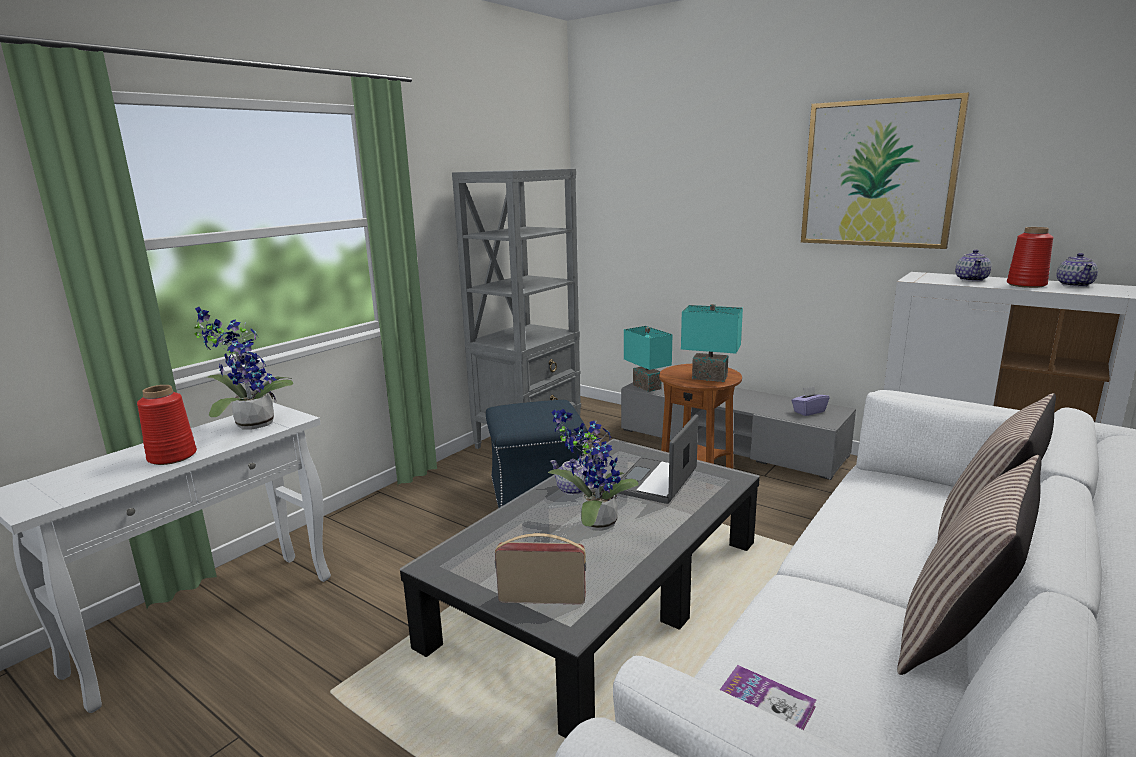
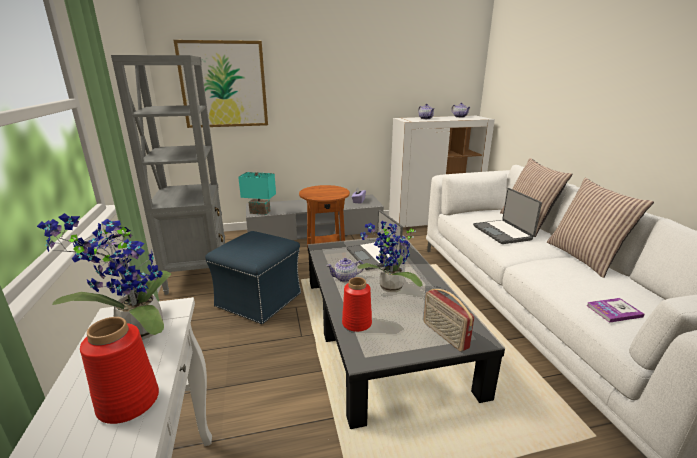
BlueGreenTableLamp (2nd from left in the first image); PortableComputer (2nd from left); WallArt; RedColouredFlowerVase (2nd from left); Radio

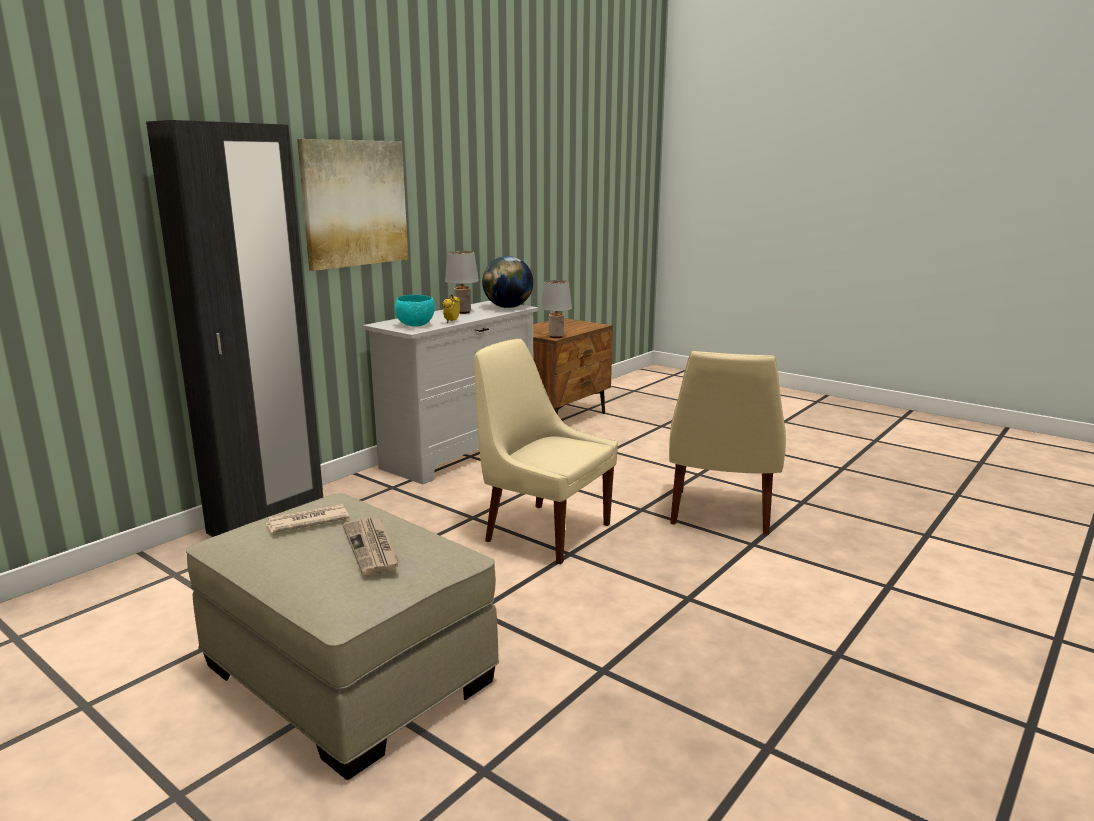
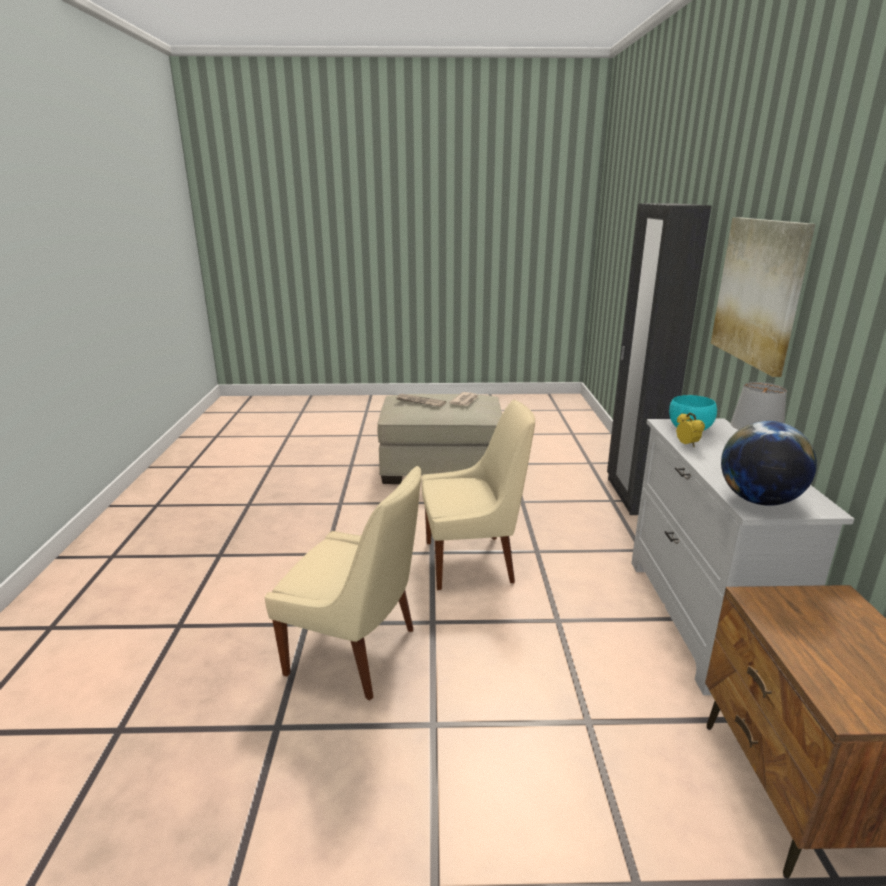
GreyTableLamp (2nd from left in the first image); BeigeChair (1st from left)

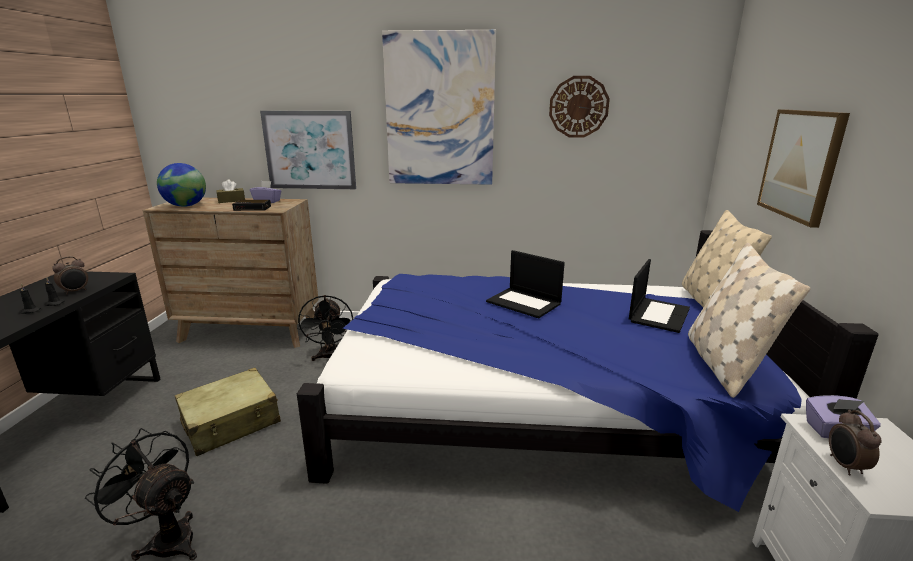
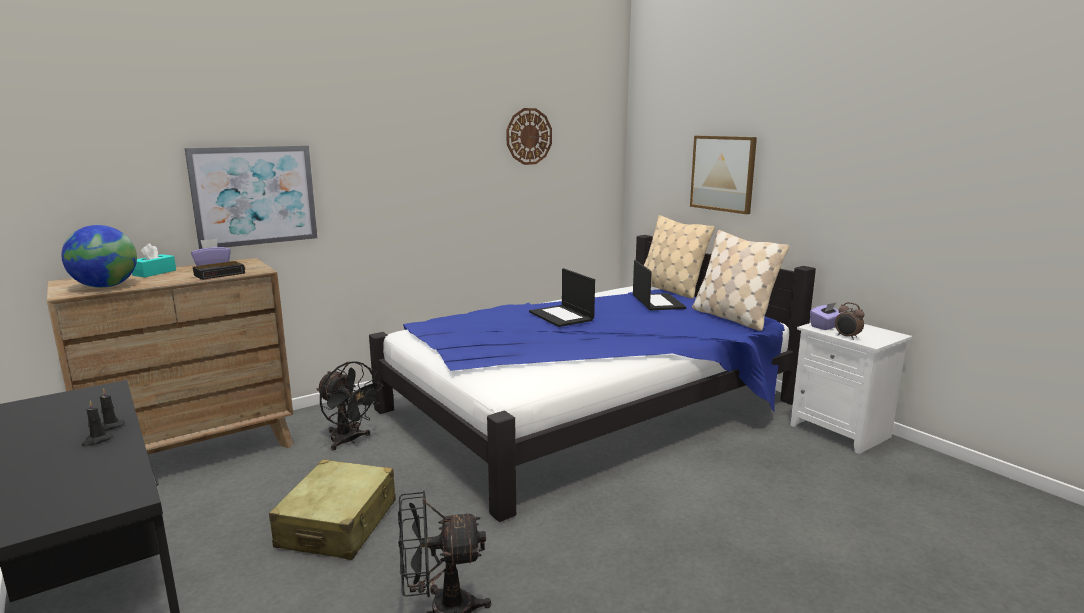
BedsideClock (1st from left in the first image); WallArt (2nd from left in the first image); BlueGreenTissueHolder; PortableComputer (1st from left)

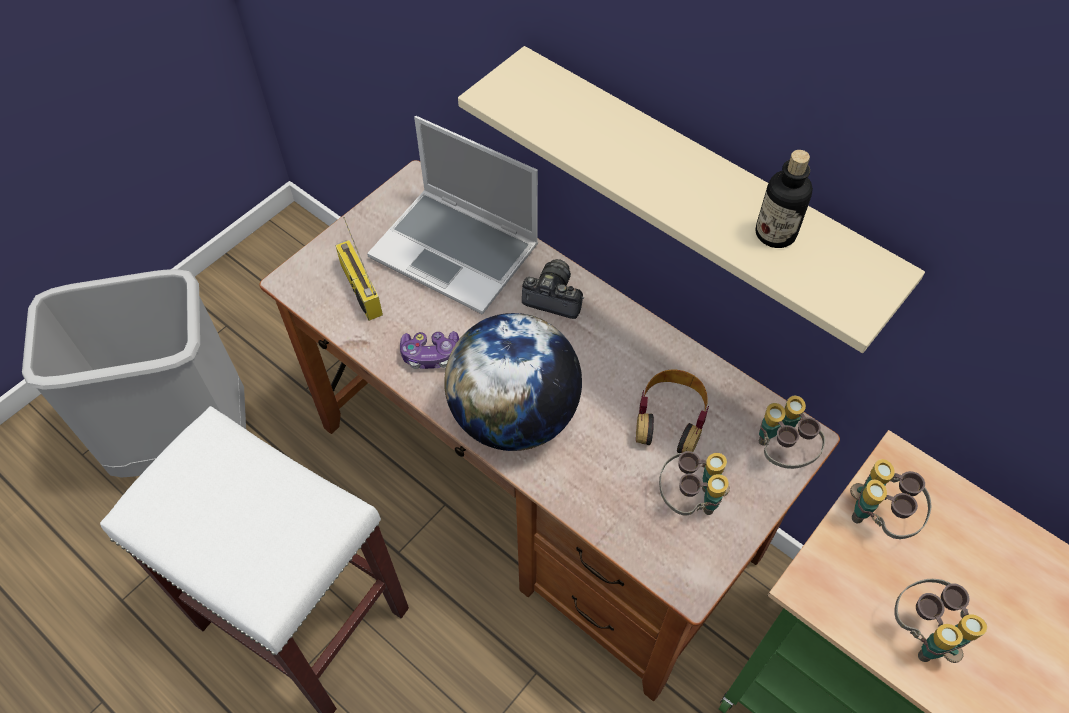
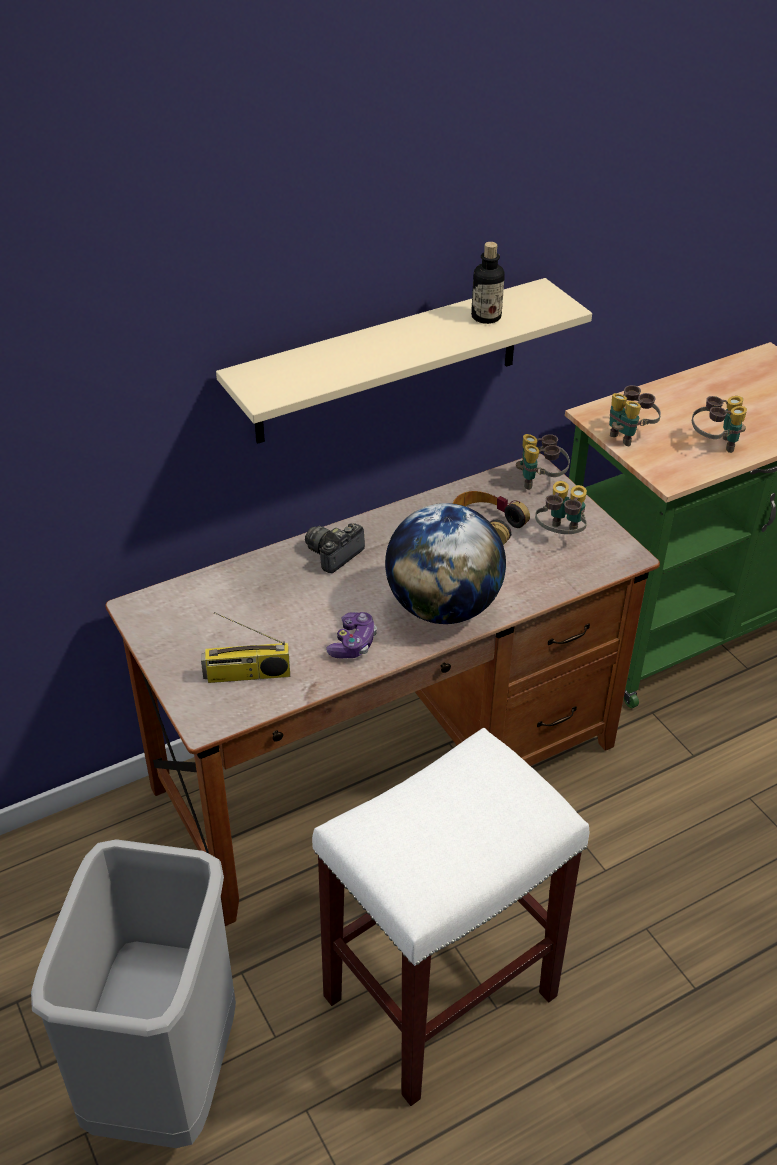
PortableComputer

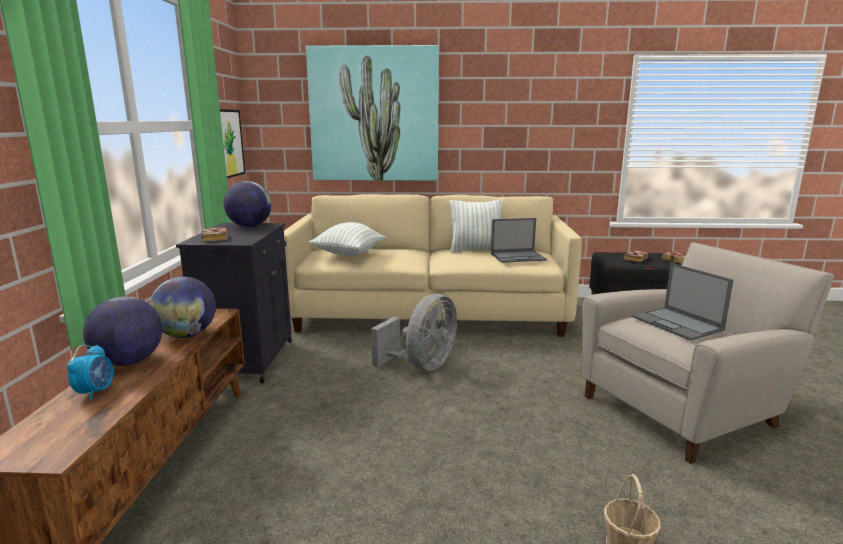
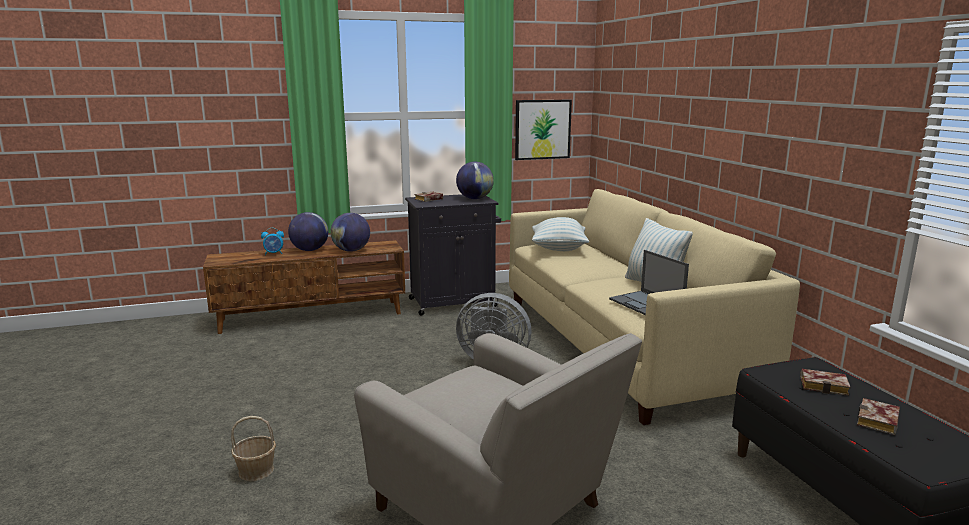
WallArt (2nd from left in the first image); PortableComputer (2nd from left in the first image)

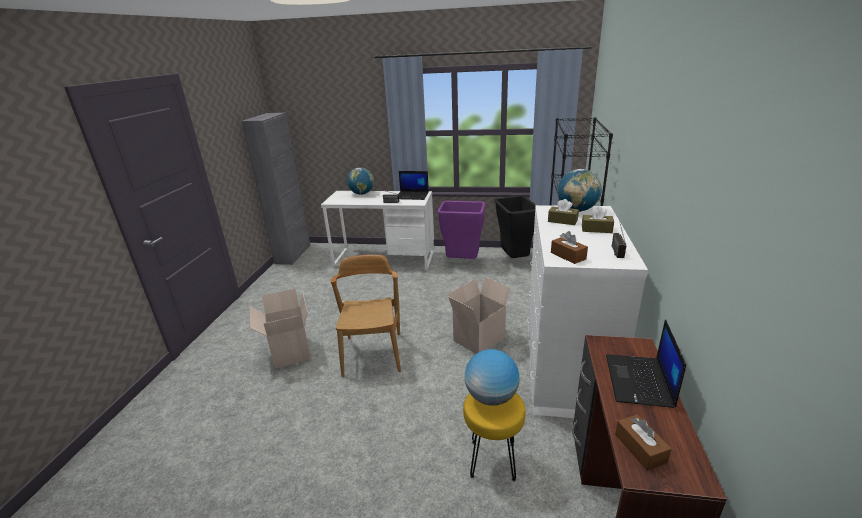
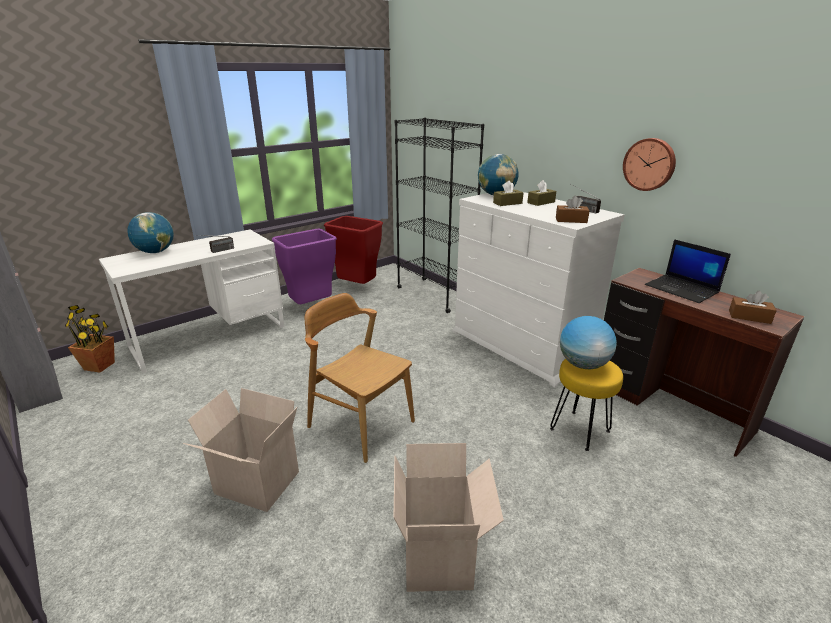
PortableComputer (1st from left in the first image); PottedPlant; ClockOnTheWall; CardboardBox (2nd from left); RedColouredTrashCan

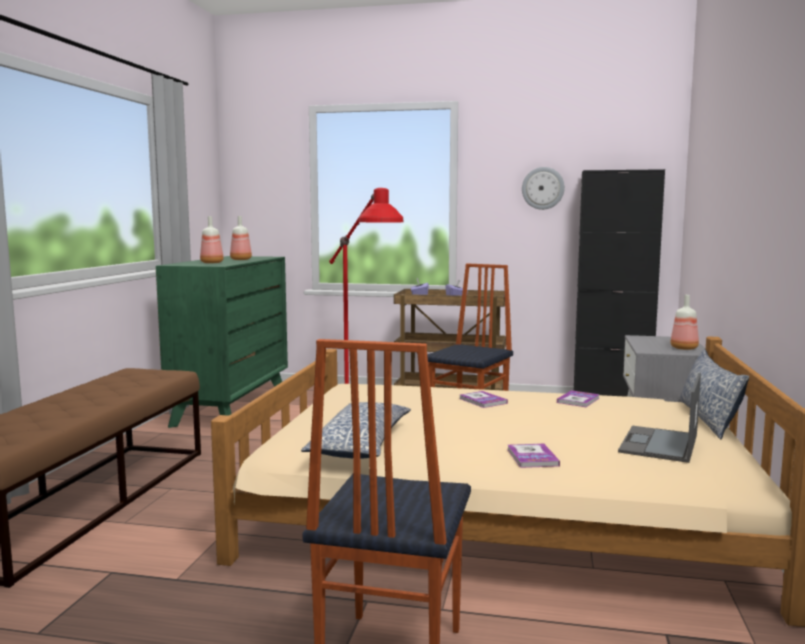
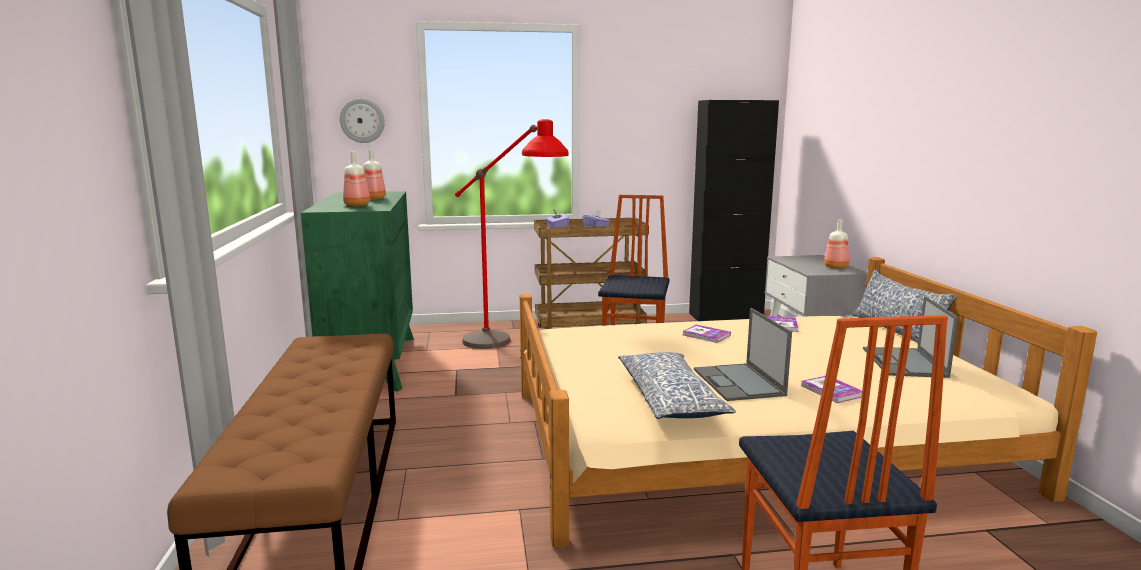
PortableComputer (1st from left); ClockOnTheWall

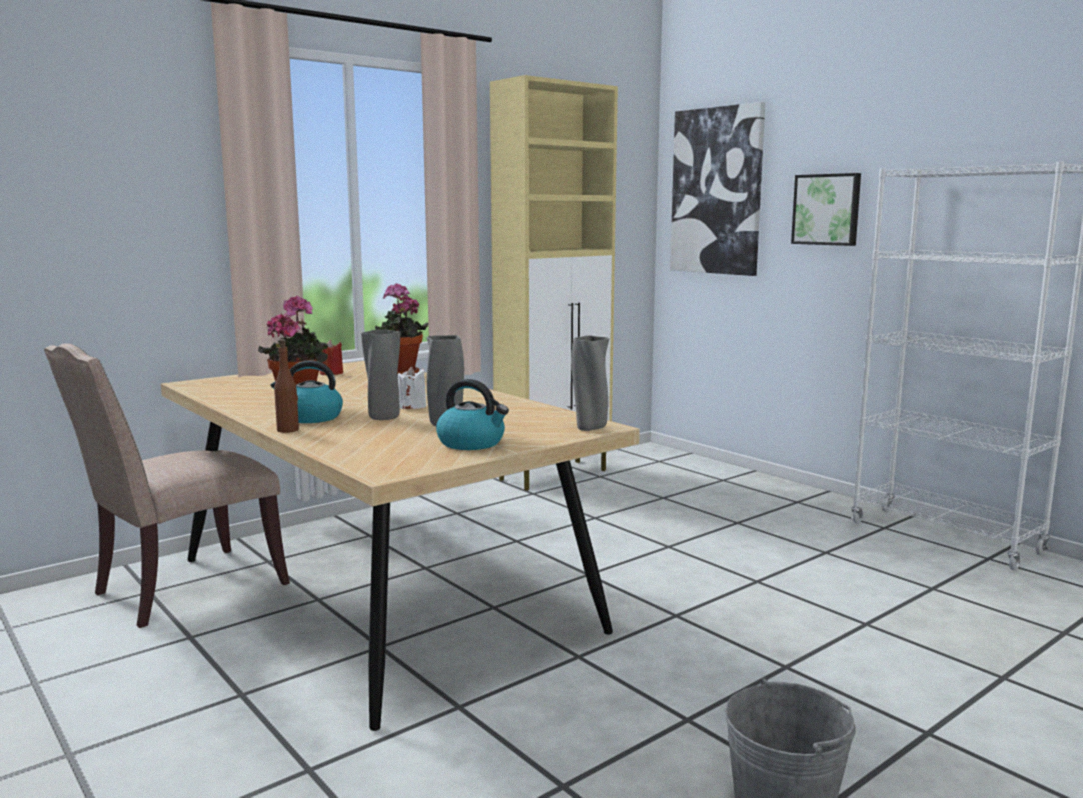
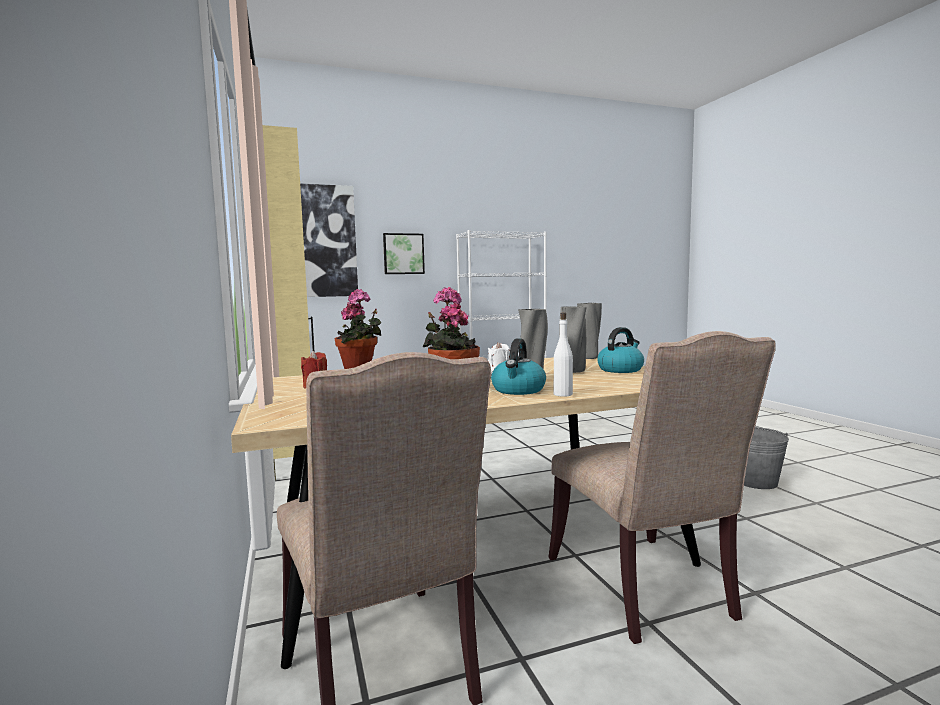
BeigeChair (2nd from left); WhitishBottle

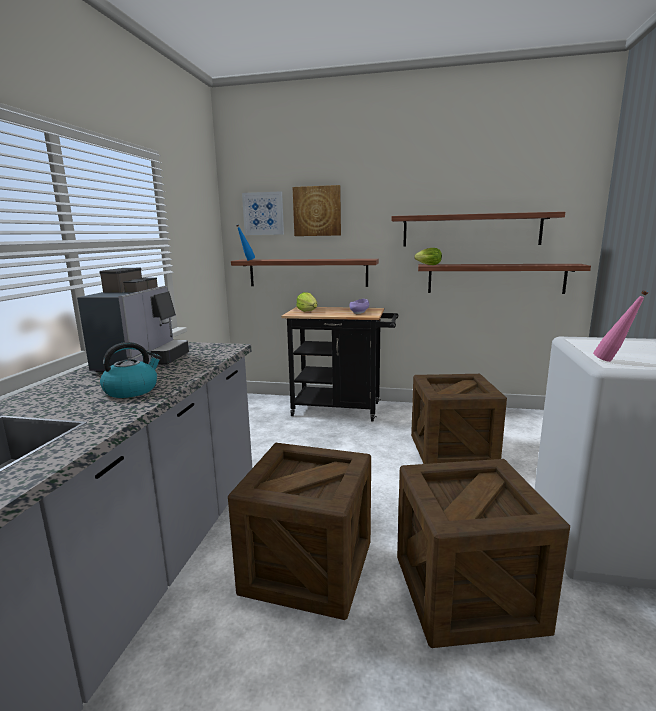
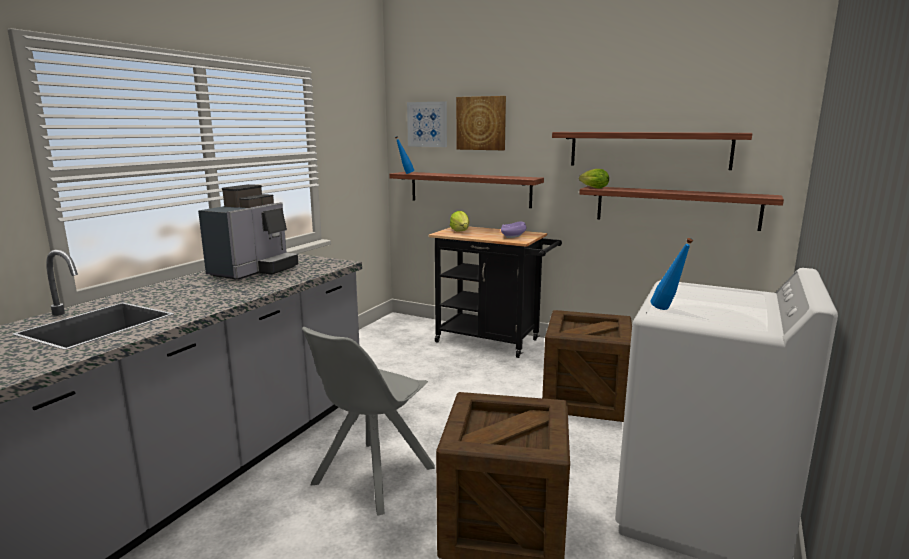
WaterKettle; GreyChair; BlueBottle (2nd from left)

